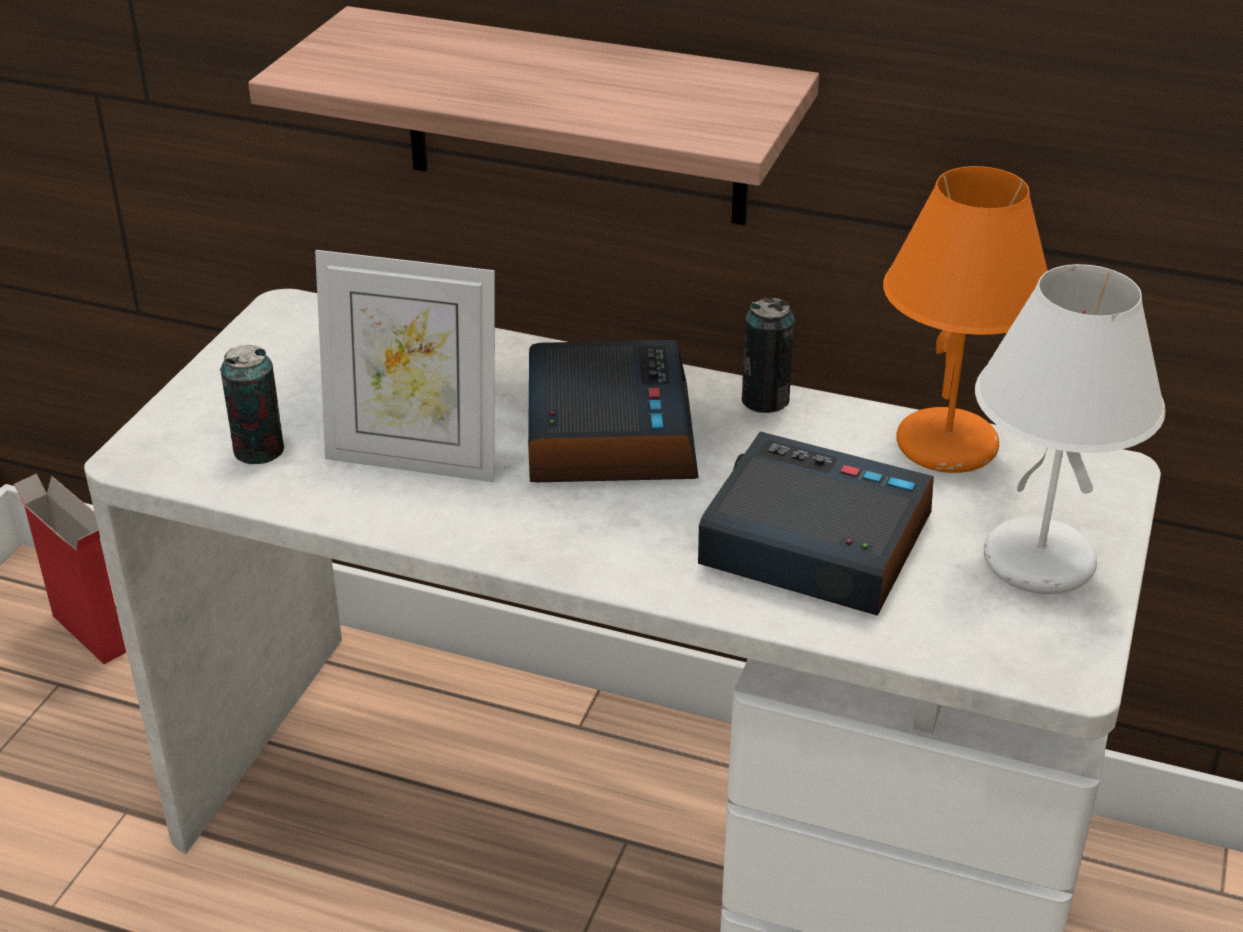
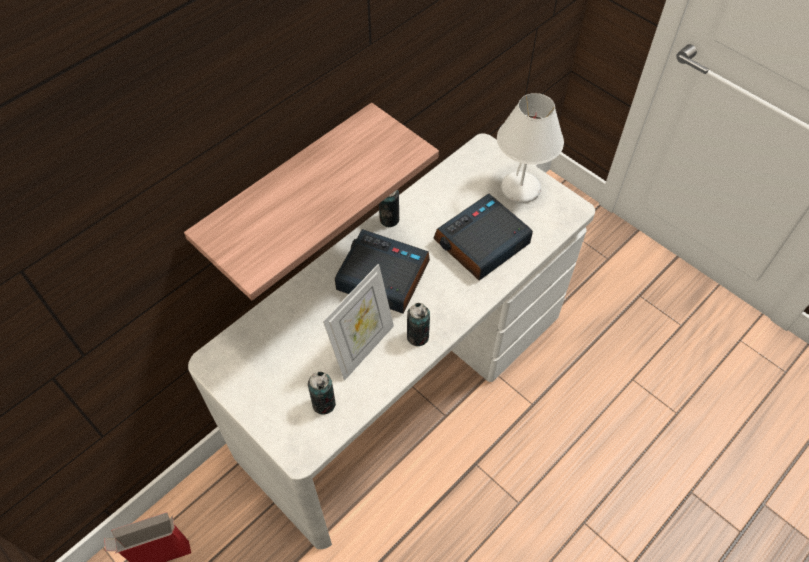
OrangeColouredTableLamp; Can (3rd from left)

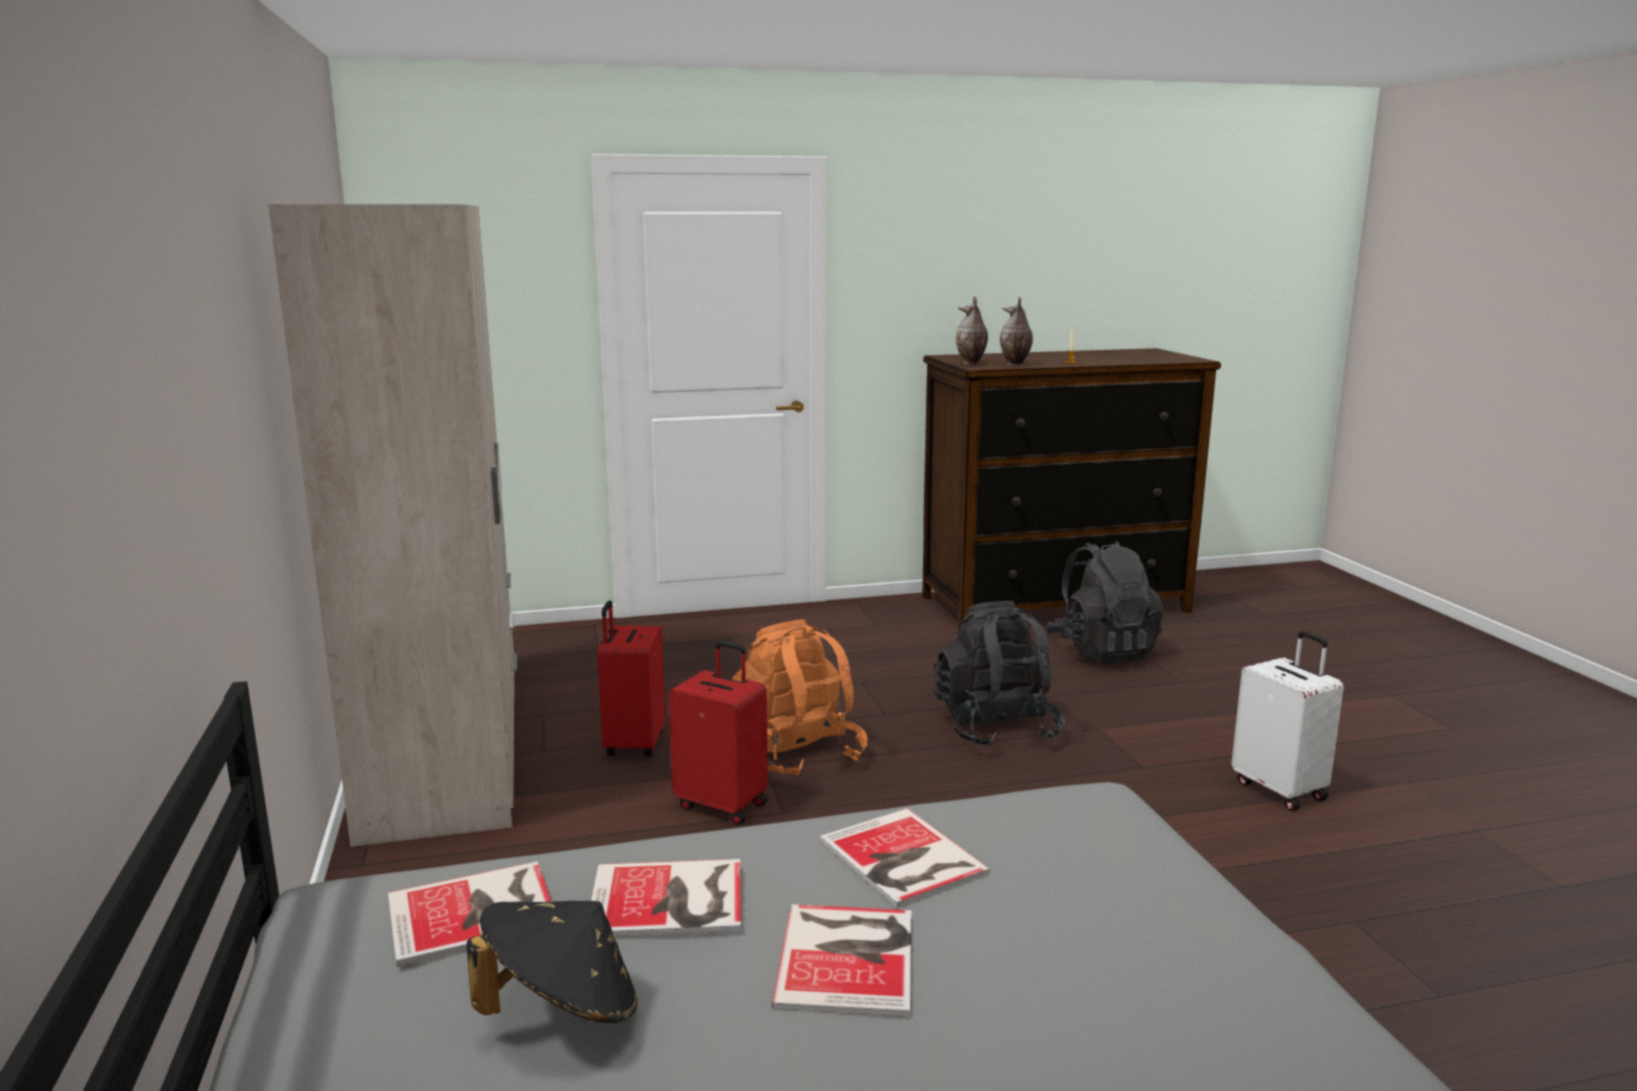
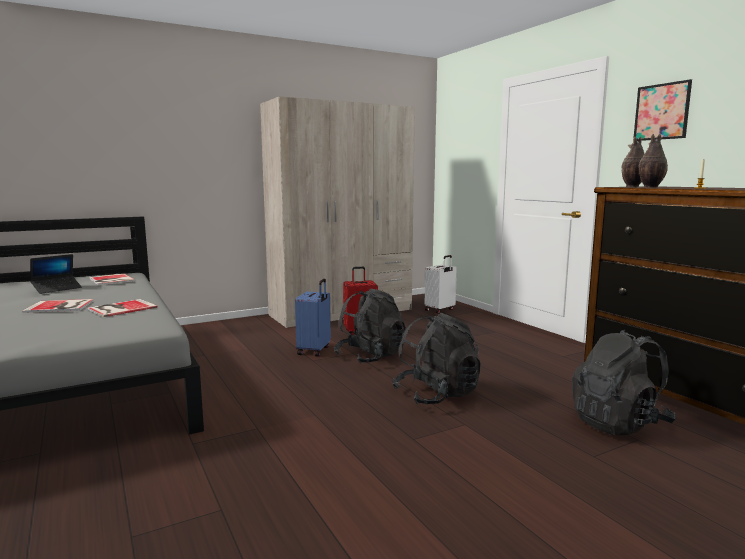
BoundBook (2nd from left in the first image); WallArt; WhitishTravelCase; PortableComputer; BlueTravelCase; BlackBackpack (1st from left)

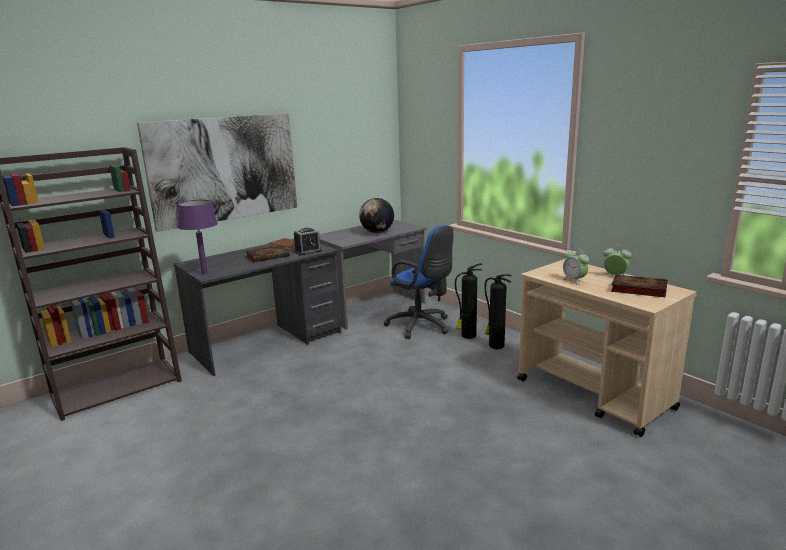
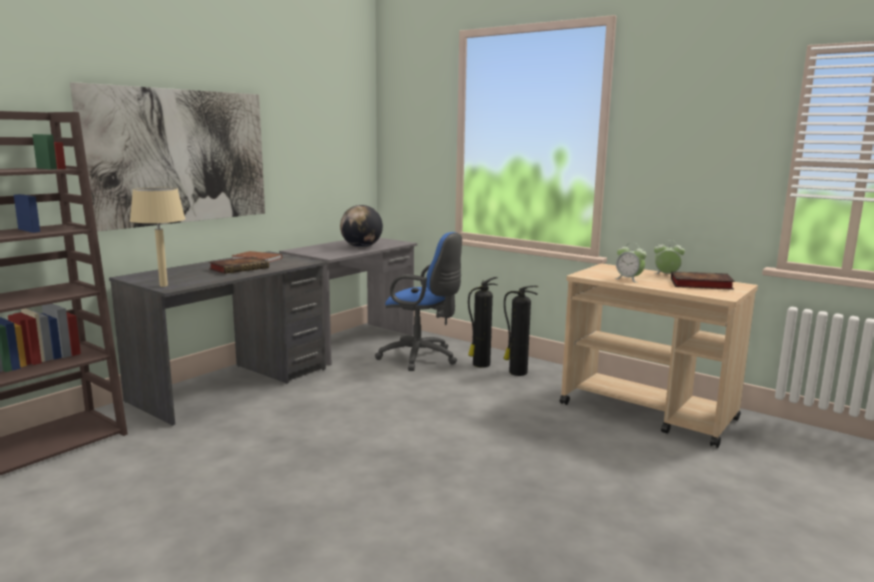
BedsideClock (1st from left in the first image); BeigeTableLamp

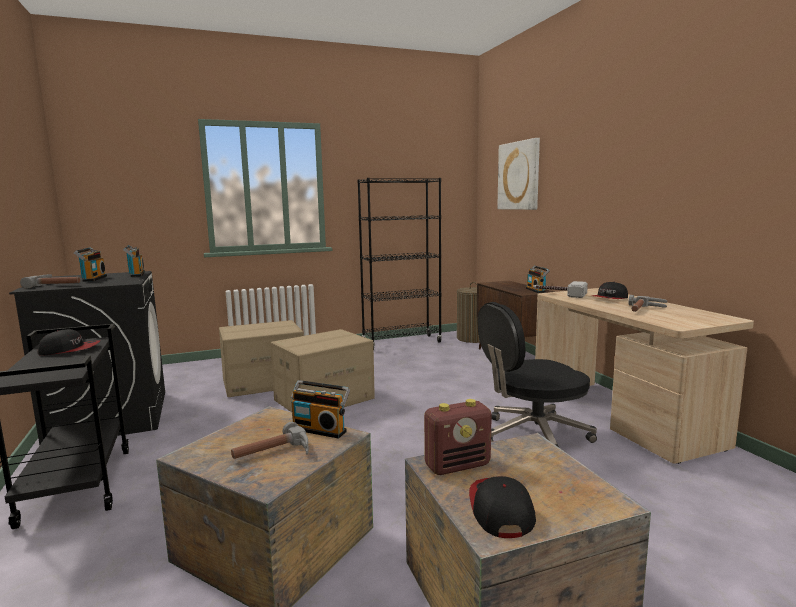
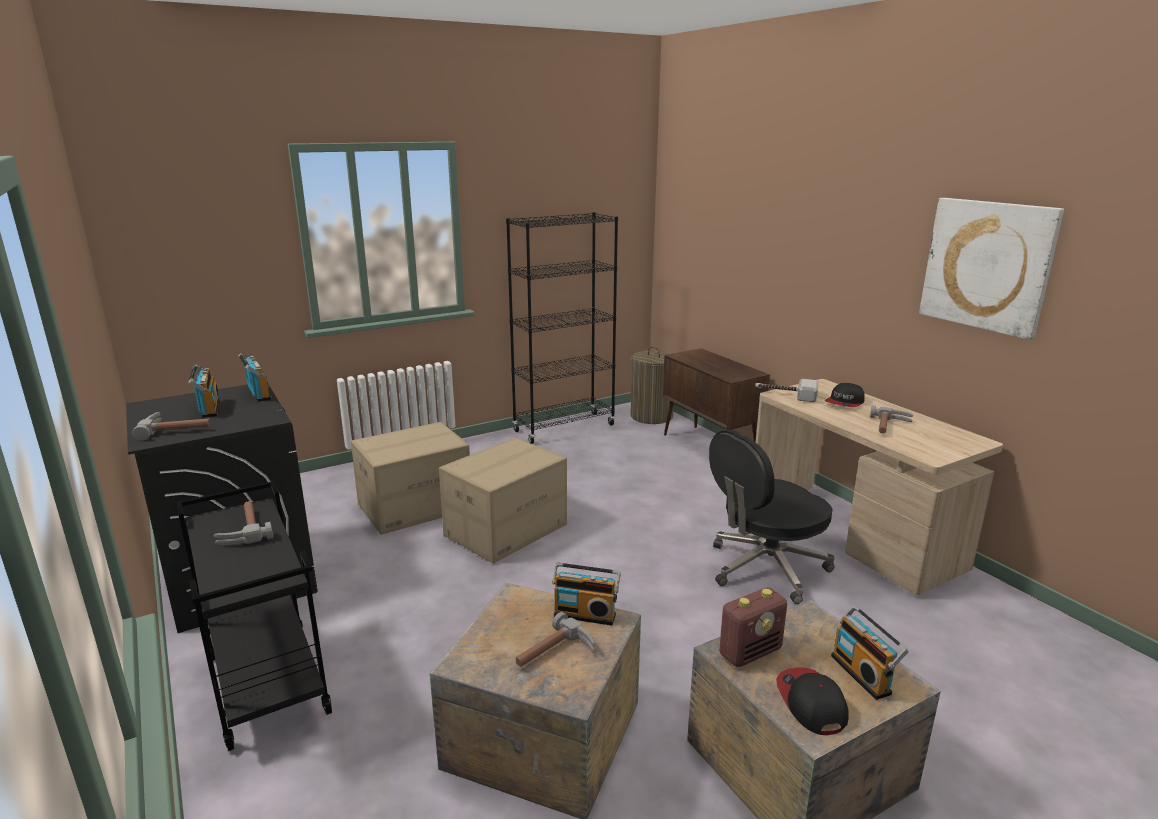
WallArt; Radio (5th from left); HandHammer (2nd from left)

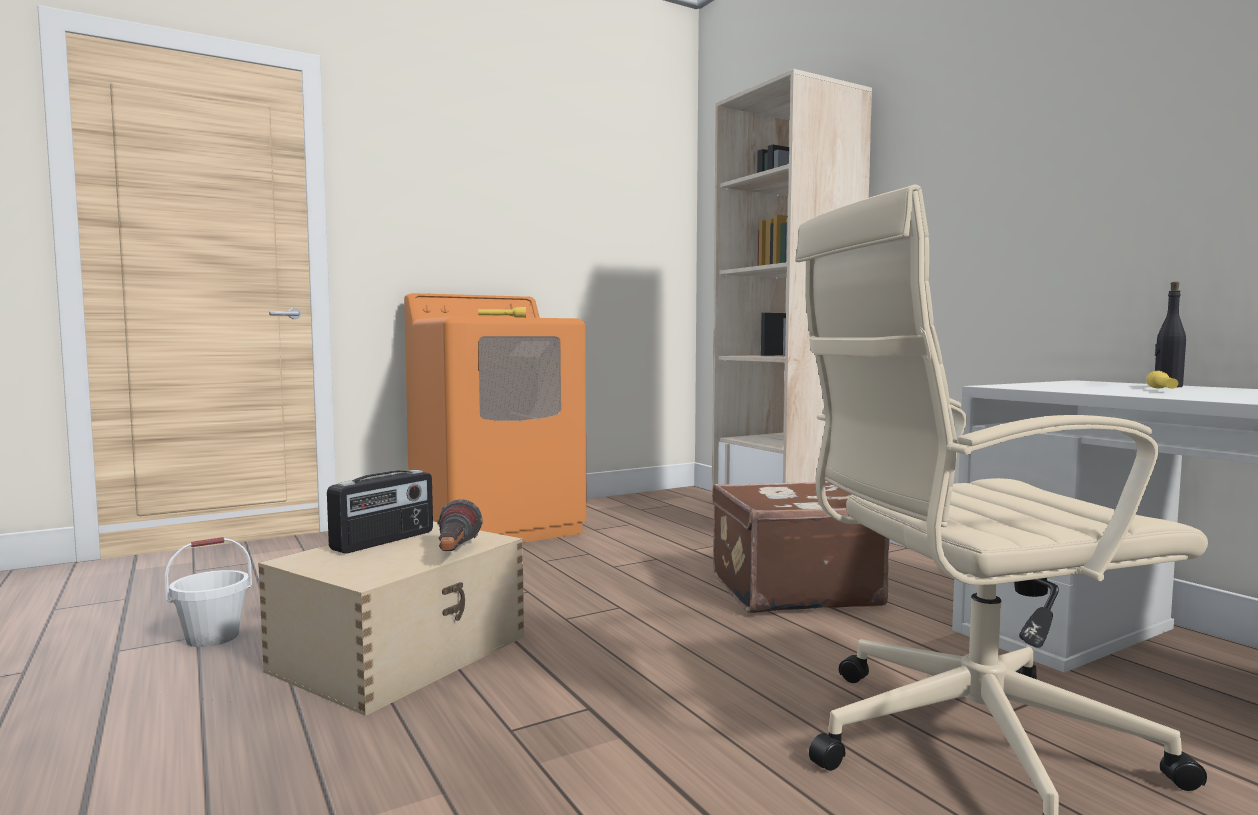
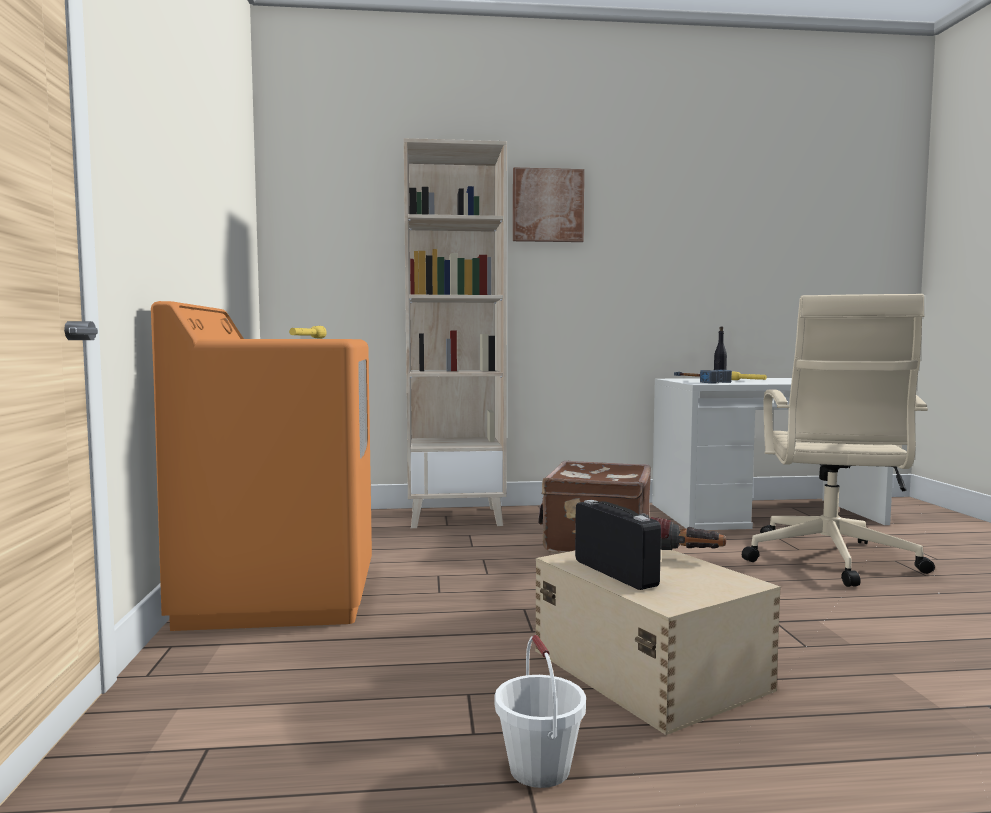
WallArt; HandHammer

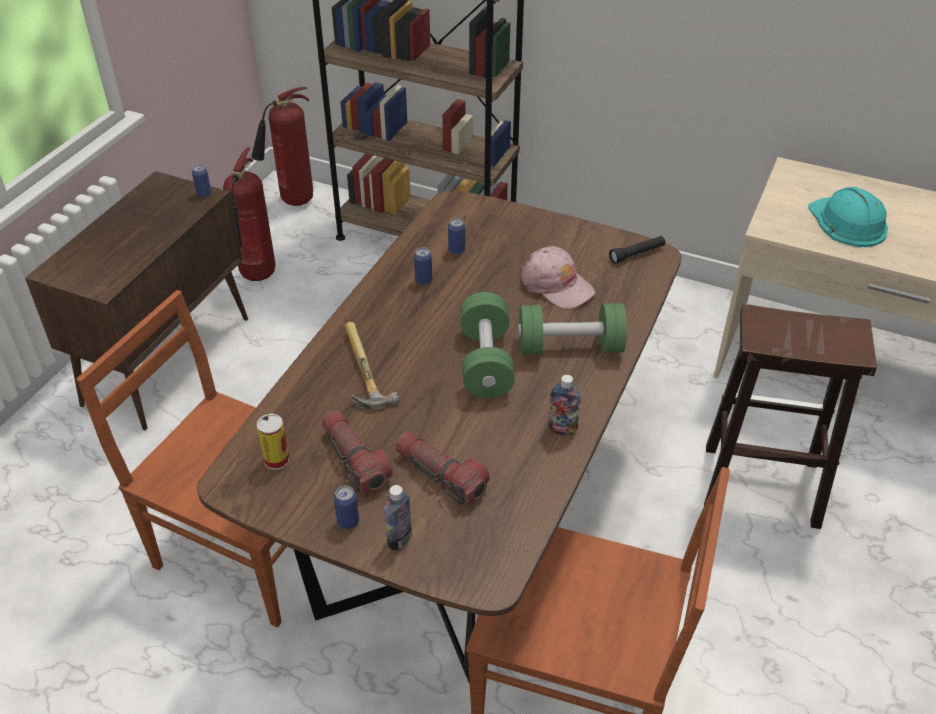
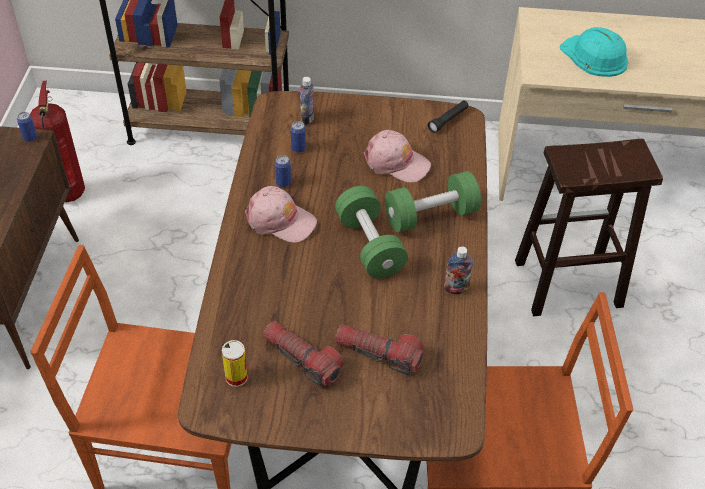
FireFightingCylinder (2nd from left in the first image); Can (3rd from left in the first image); HandHammer; PinkishBaseballCap (1st from left); Bottle (1st from left)

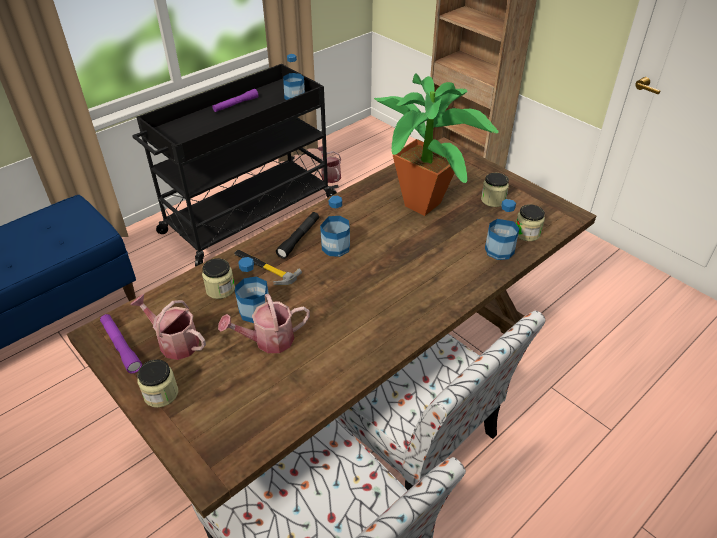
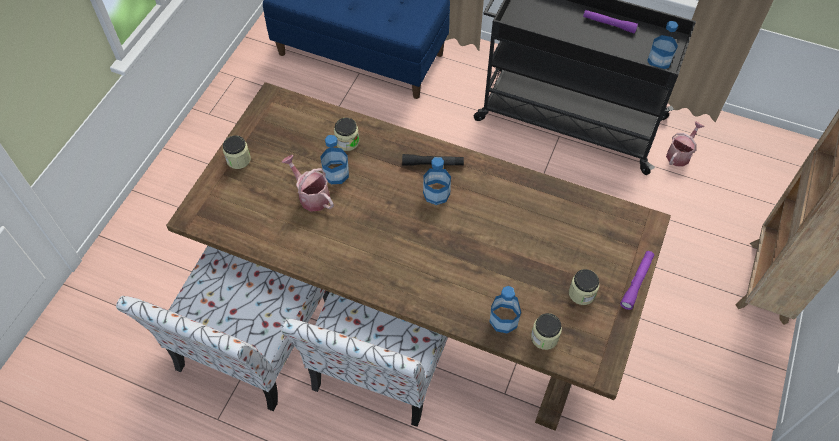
WateringCan (1st from left in the first image); HandHammer; PottedPlant; PurpleTorch (2nd from left)

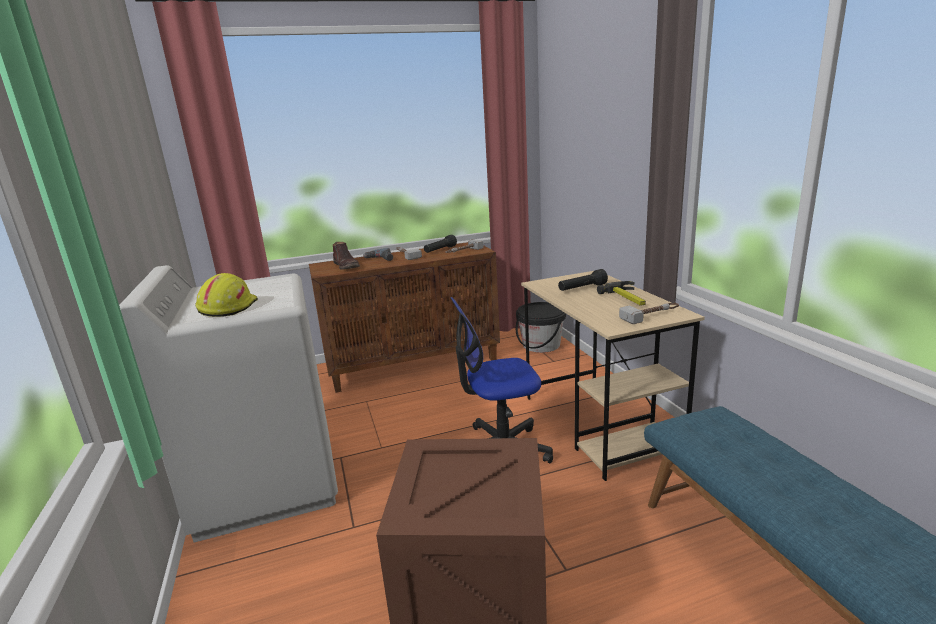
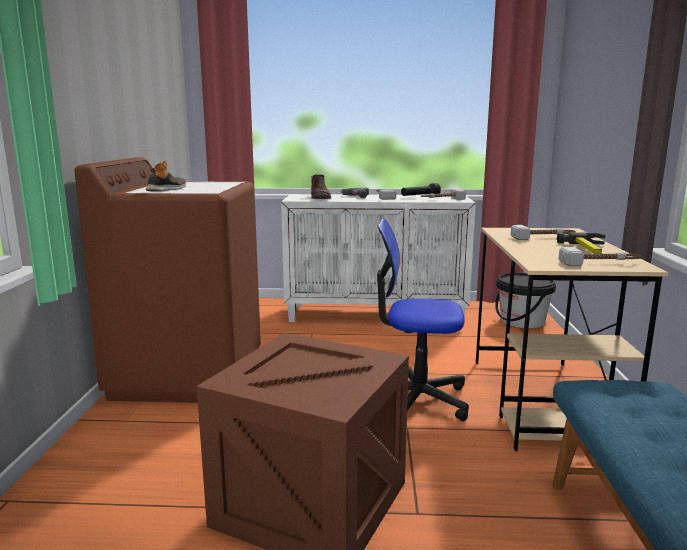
Shoe; HandHammer (3rd from left); BrownLaundryMachine; WhitishCabinet

